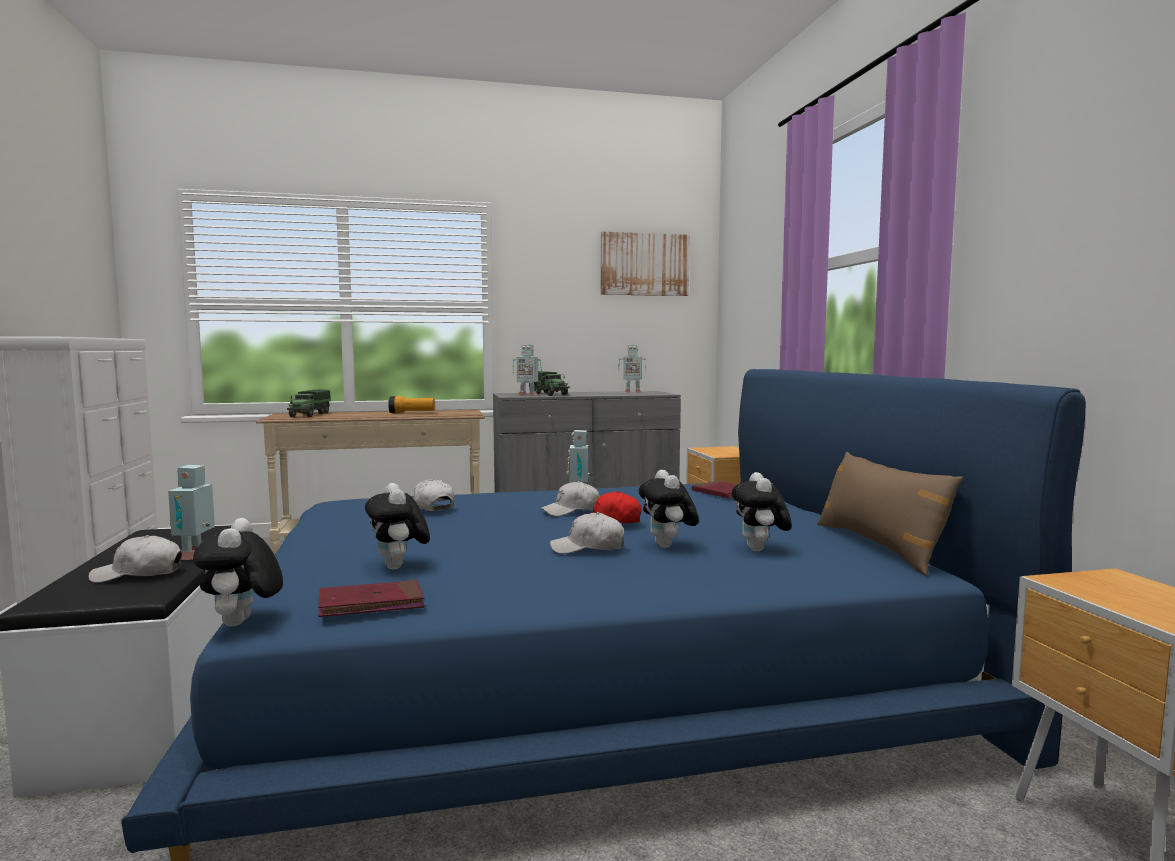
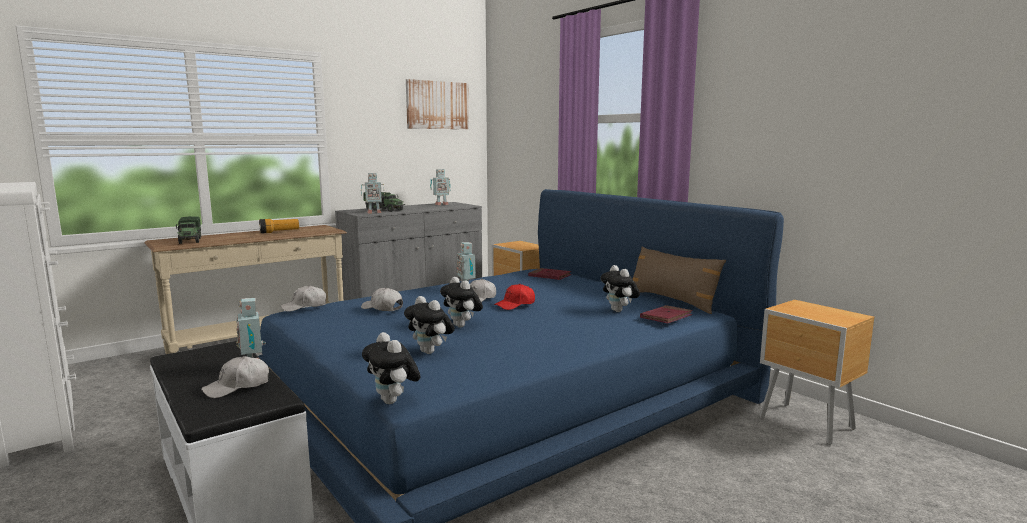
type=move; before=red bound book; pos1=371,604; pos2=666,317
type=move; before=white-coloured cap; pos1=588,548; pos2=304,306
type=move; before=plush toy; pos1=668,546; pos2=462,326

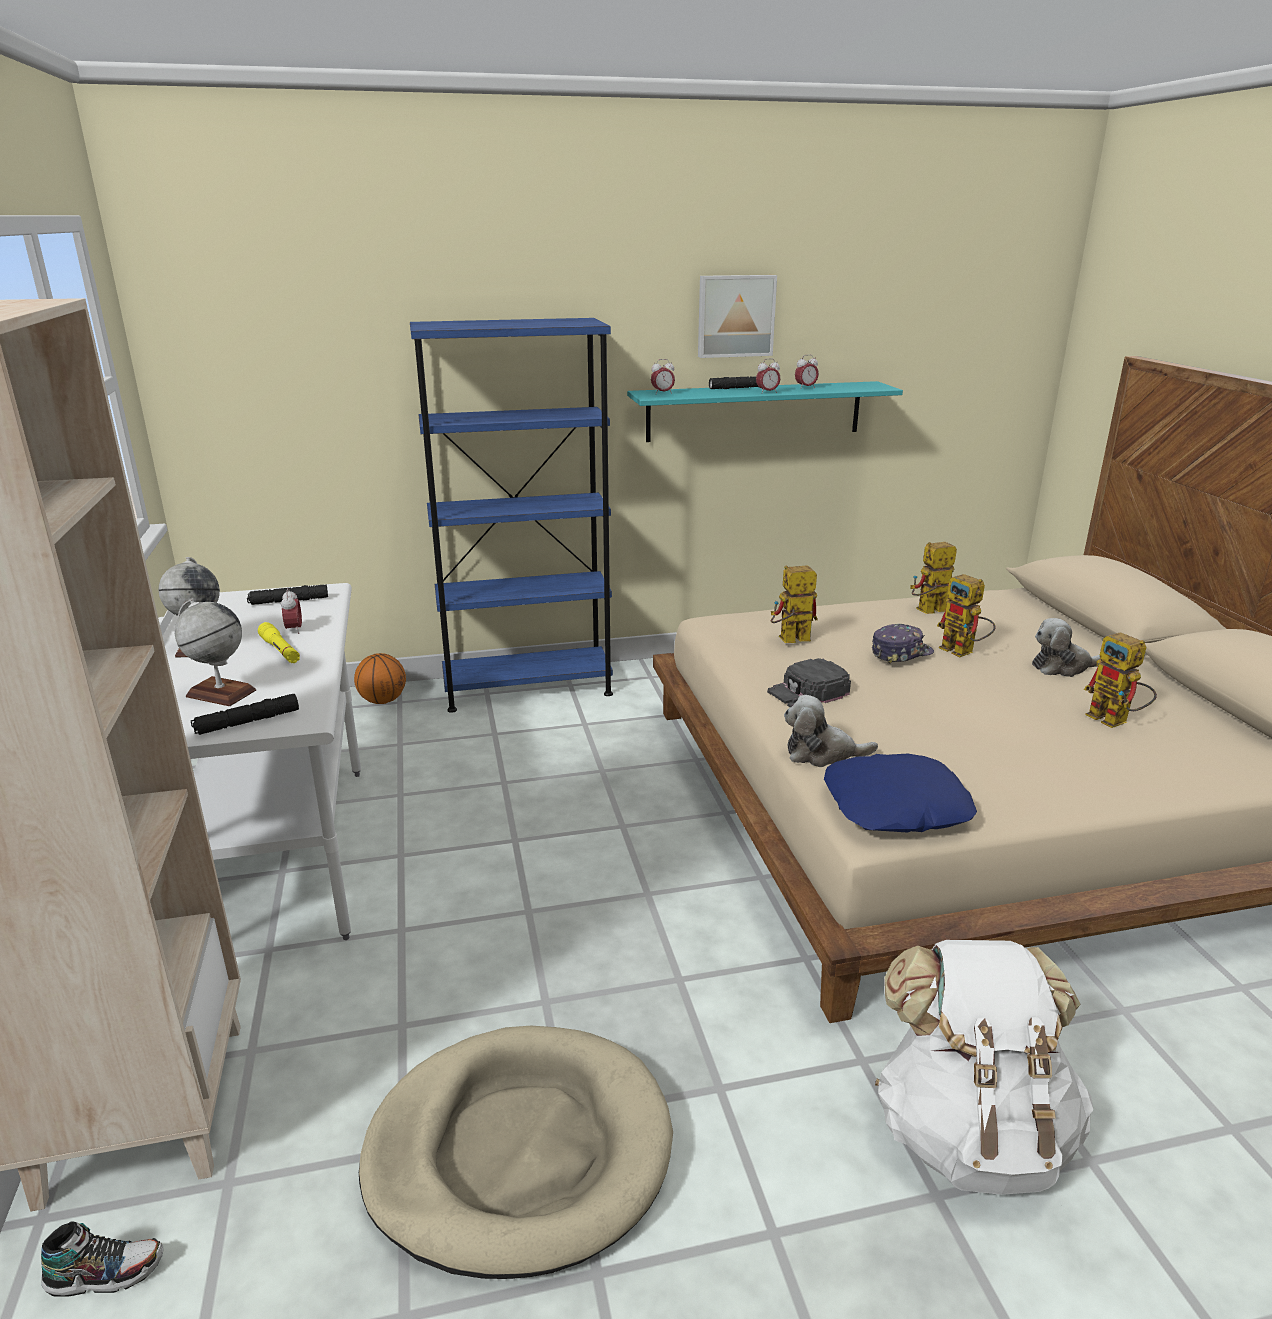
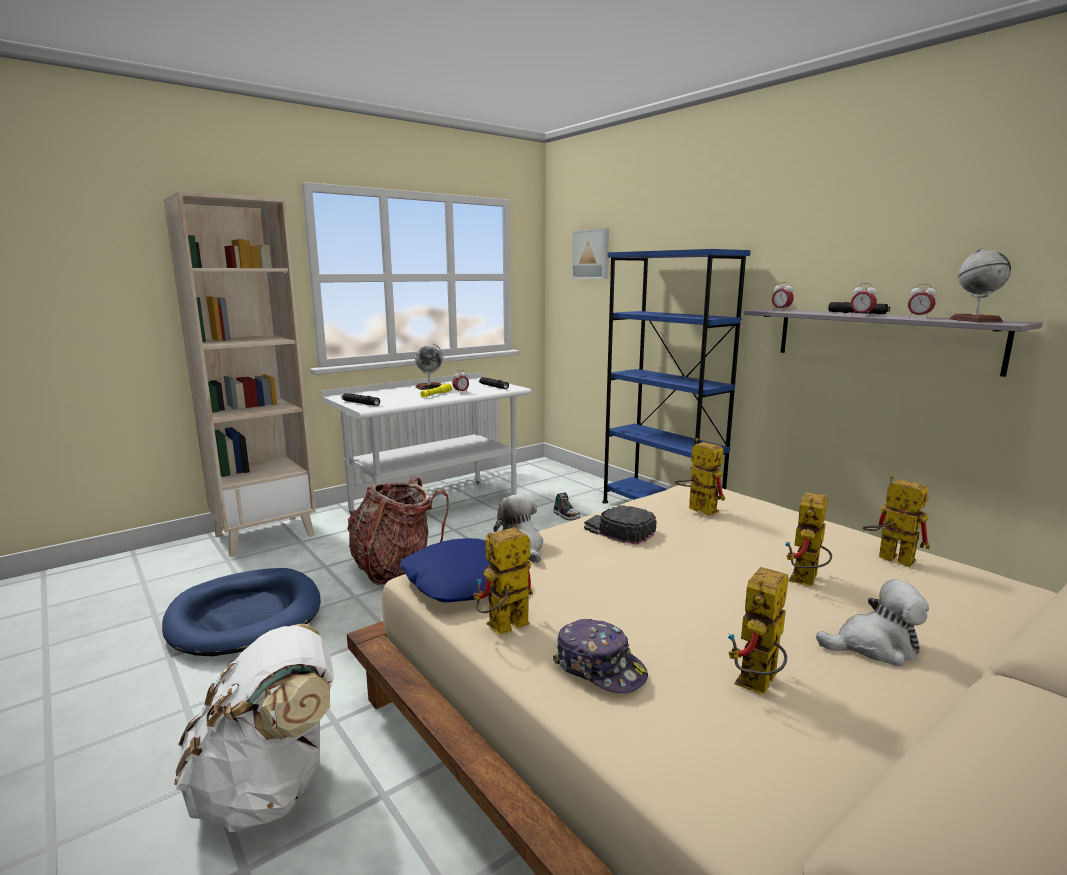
type=delete; before=ball for basketball; pos1=383,701
type=insert; after=backpack; pos2=395,568
type=insert; after=robot figure; pos2=502,629
type=move; before=item of footwear; pos1=106,1272; pos2=566,516
type=move; before=world globe; pos1=220,693; pos2=975,320
type=move; before=wall art; pos1=735,316; pos2=591,254
type=move; before=cap; pos1=900,653; pos2=600,668
type=recolor; before=beige dog bed; after=blue dog bed; pos1=519,1151; pos2=245,616
type=recolor; before=turquoise wall shelf; after=greyish wall shelf; pos1=754,411; pos2=882,338
type=rotate; before=plush toy; pos1=1062,667; pos2=874,646; turn=120

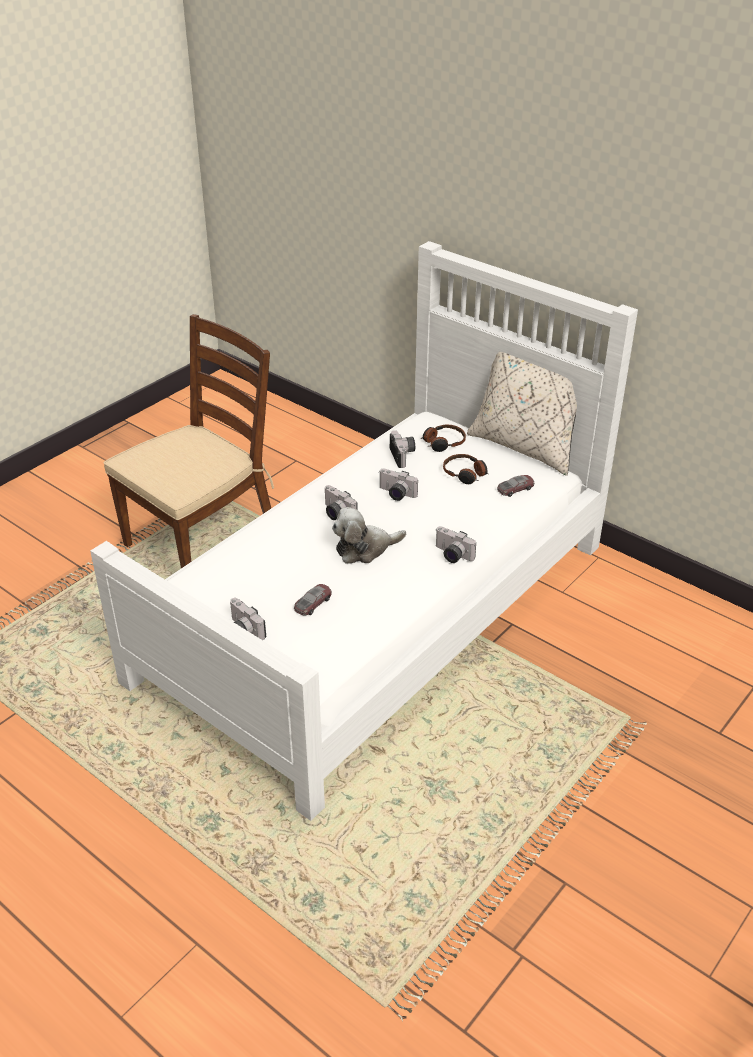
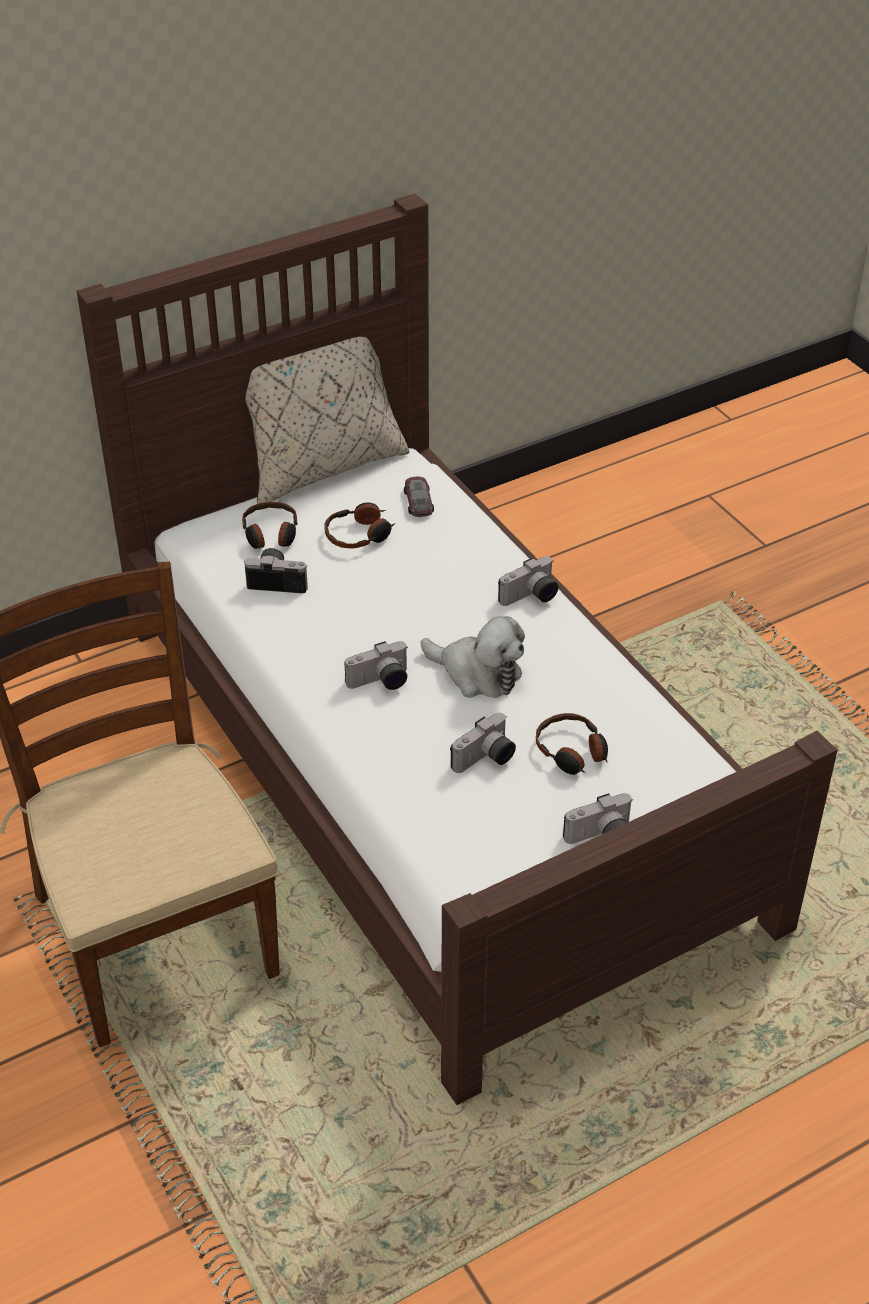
type=move; before=still camera; pos1=395,494; pos2=486,759
type=replace; before=toy car; after=pair of headphones; pos1=313,603; pos2=572,752
type=recolor; before=white-coloured bed; after=brown-coloured bed; pos1=378,610; pos2=433,764
type=rotate; before=plush toy; pos1=365,549; pos2=477,673; turn=-60

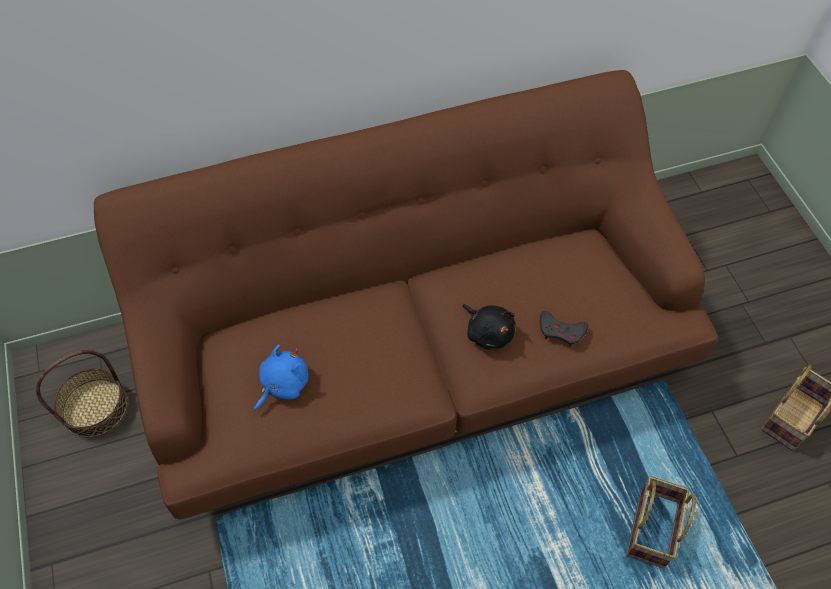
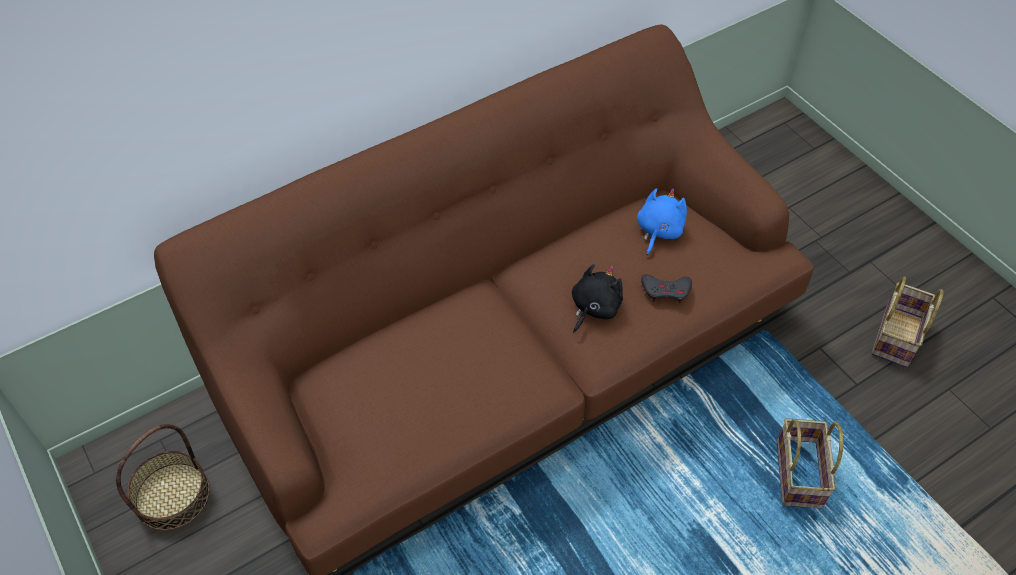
type=move; before=blue plush toy; pos1=282,384; pos2=658,231
type=rotate; before=blackish plush toy; pos1=488,332; pos2=594,308; turn=-90

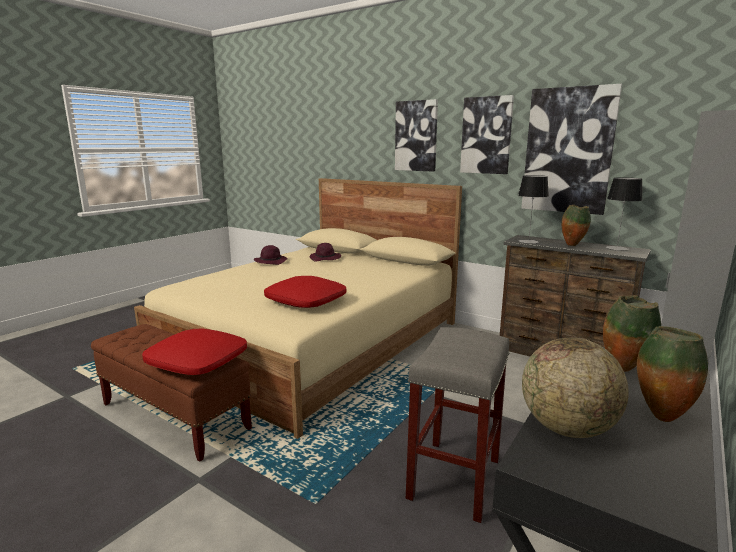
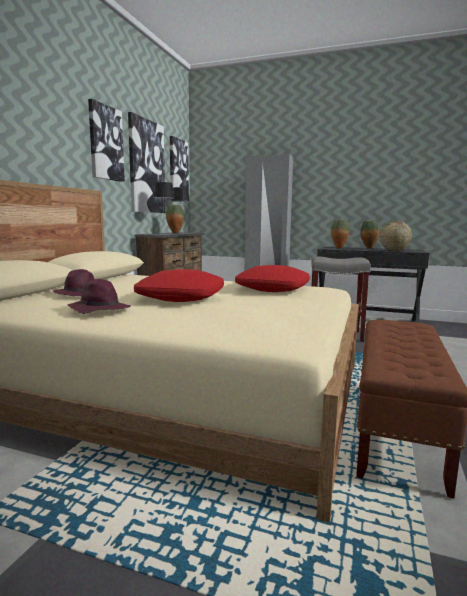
type=move; before=red cushion; pos1=198,361; pos2=181,297
type=move; before=wall art; pos1=416,136; pos2=178,166

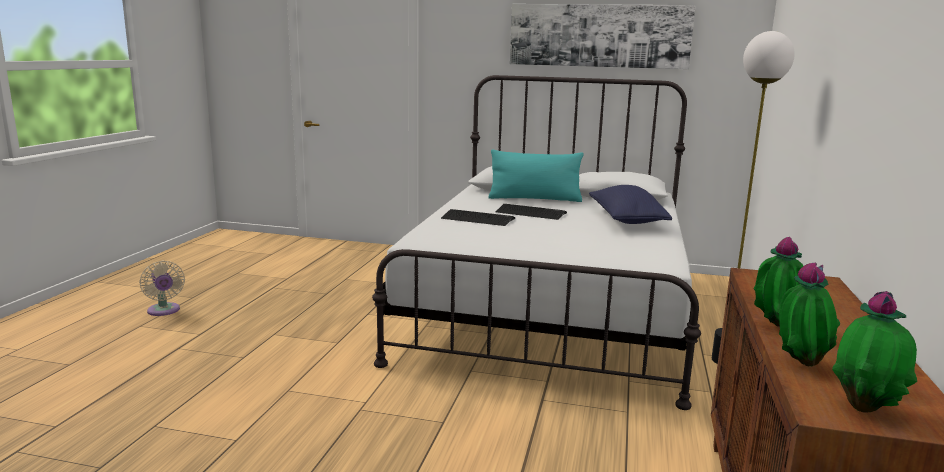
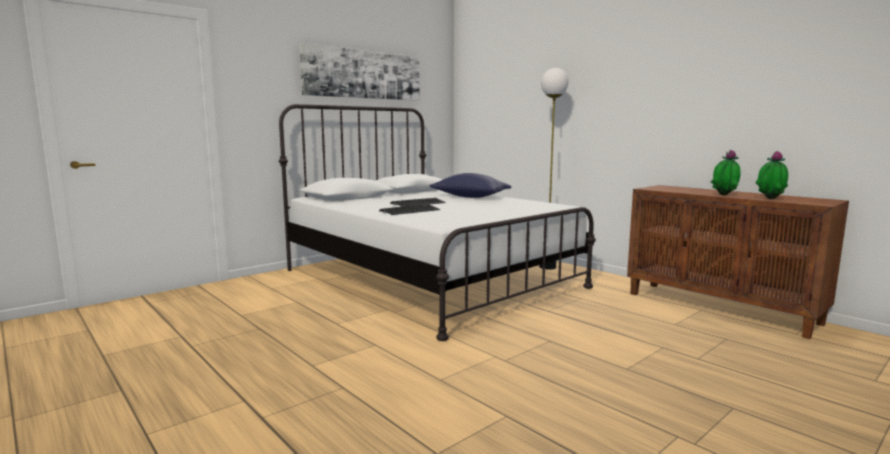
type=delete; before=beige fan; pos1=164,311
type=delete; before=turquoise cushion; pos1=534,199
type=delete; before=houseplant; pos1=865,408

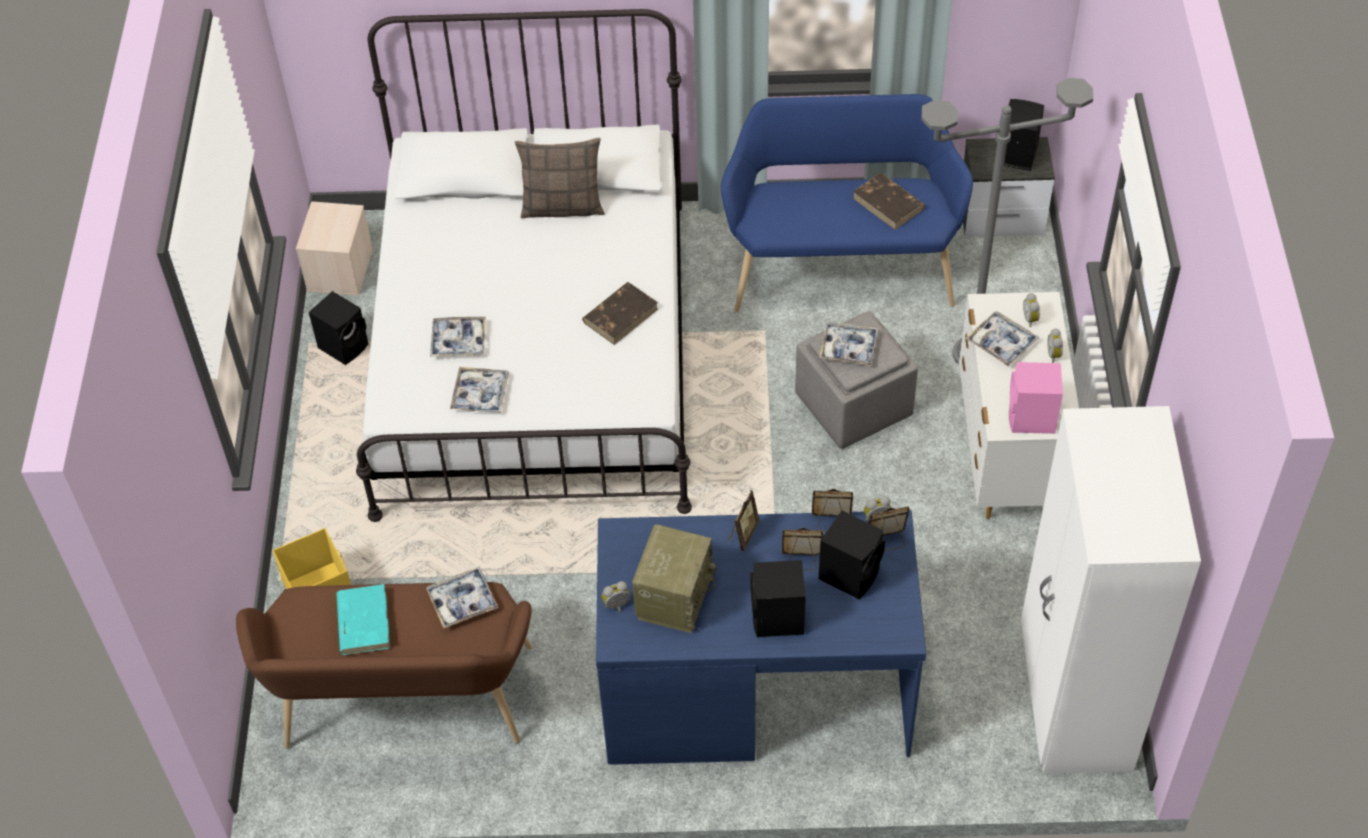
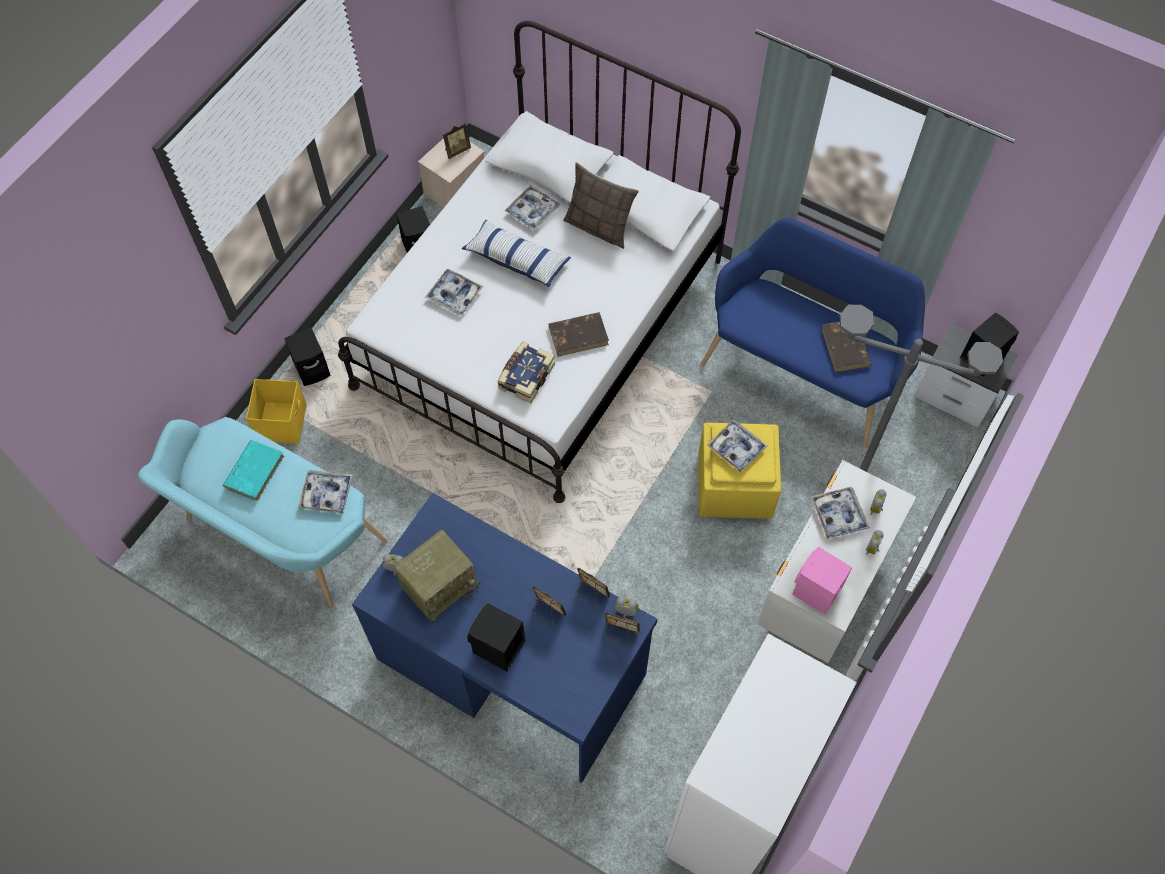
type=insert; after=cushion; pos2=517,260
type=insert; after=bound book; pos2=525,376
type=move; before=tray; pos1=480,394; pos2=532,211
type=move; before=standing frame; pos1=742,534; pos2=456,150
type=move; before=blackish loudspeaker; pos1=850,573; pos2=313,369
type=recolor; before=brown-coloured bench; after=turquoise bench; pos1=404,707; pos2=278,536
type=recolor; before=greyish footrest; after=yellowish footrest; pos1=855,405; pos2=735,487

